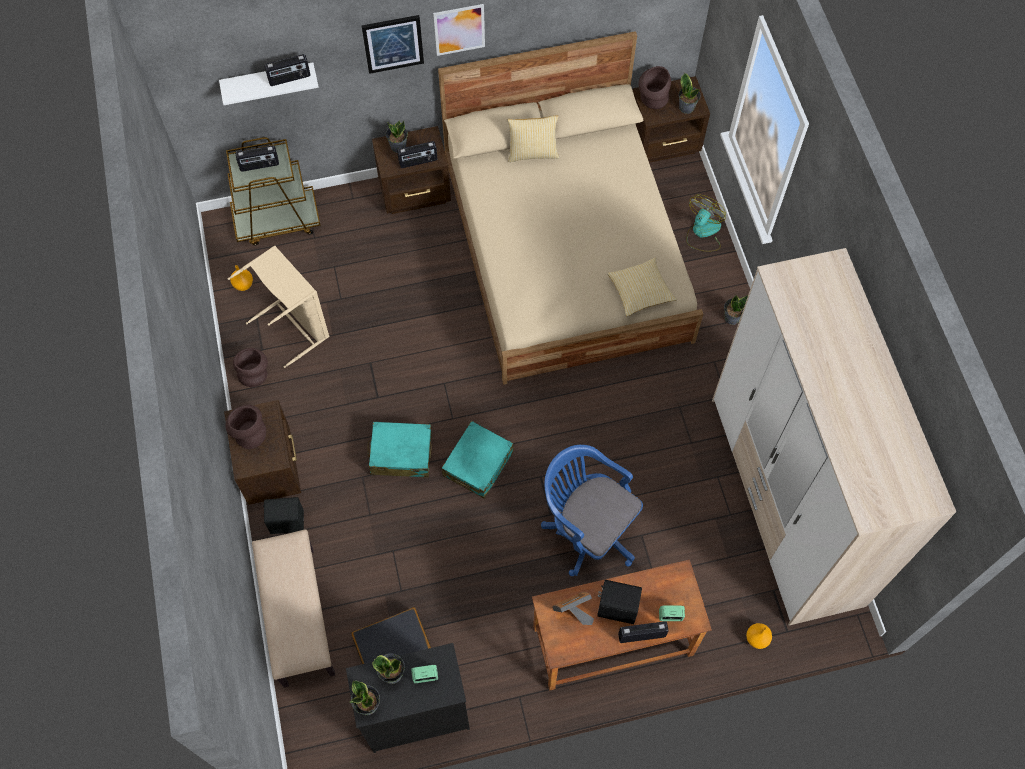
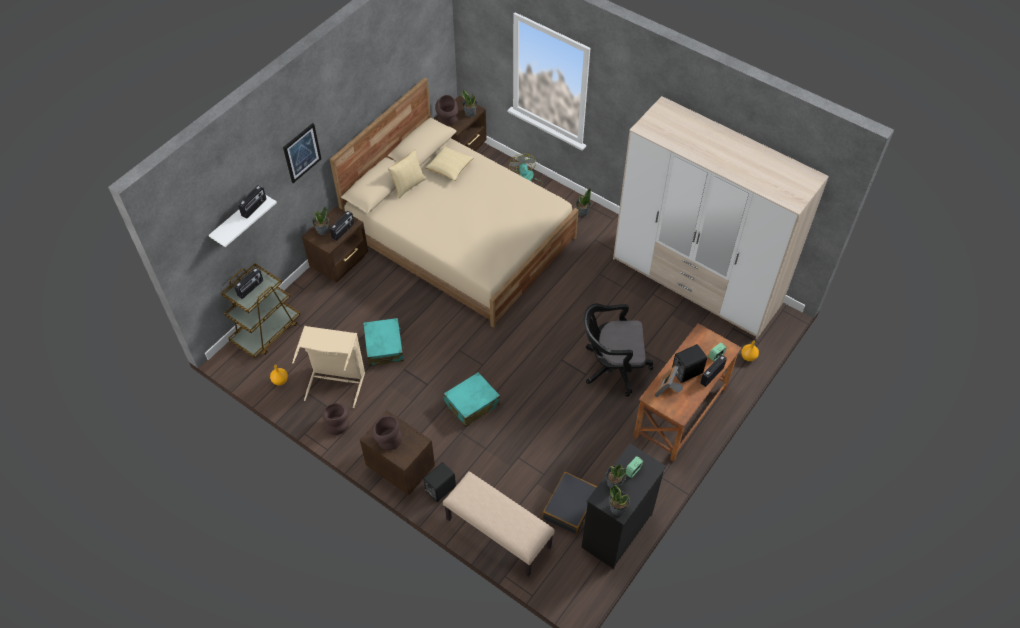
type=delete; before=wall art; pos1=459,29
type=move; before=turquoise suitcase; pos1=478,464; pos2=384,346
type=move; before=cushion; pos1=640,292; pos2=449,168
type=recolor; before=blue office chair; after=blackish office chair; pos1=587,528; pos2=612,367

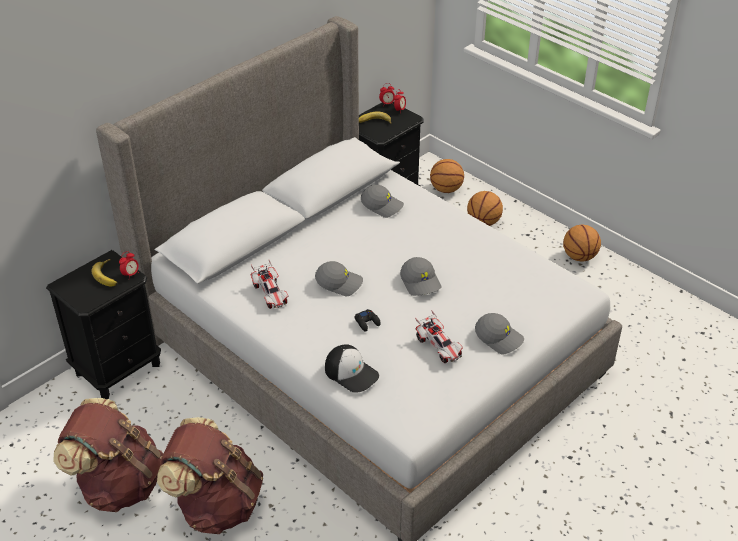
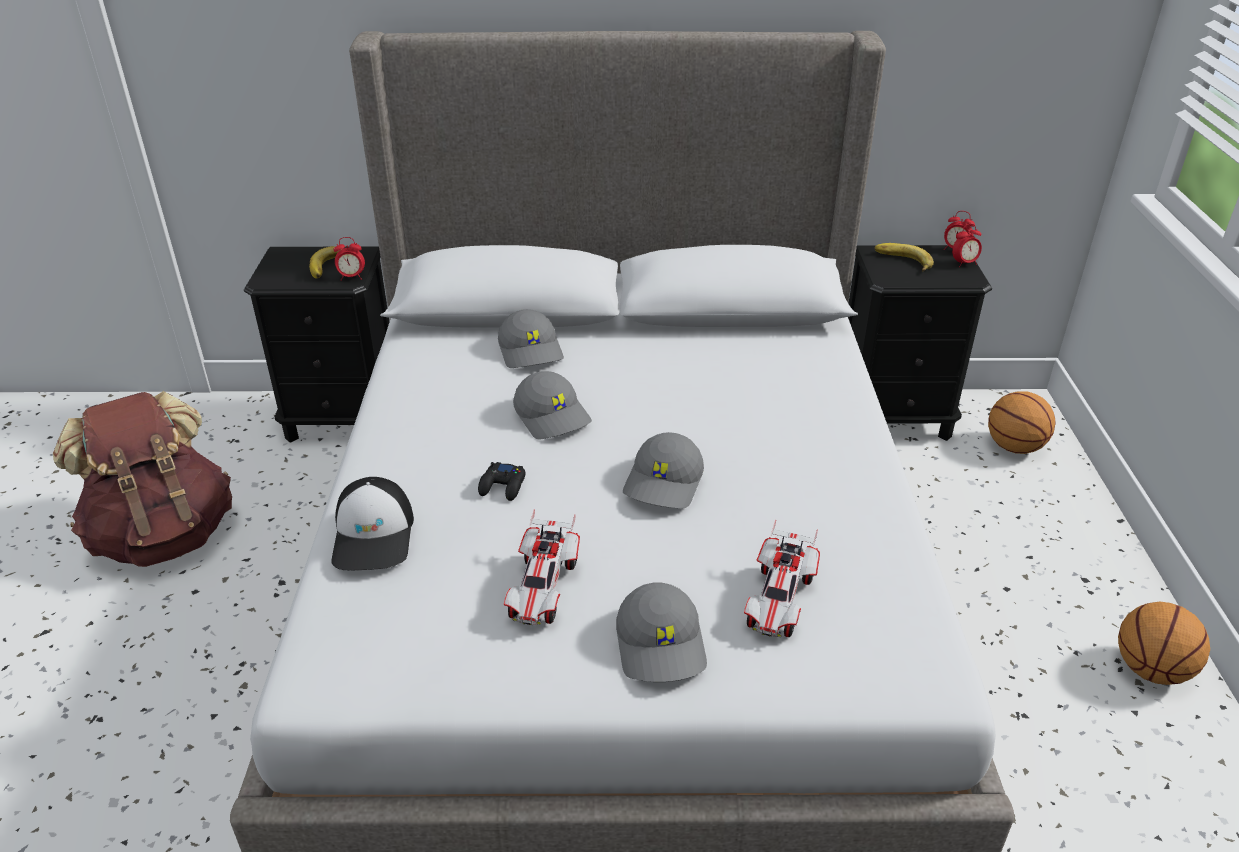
type=delete; before=brown-coloured backpack; pos1=216,504
type=delete; before=ball for basketball; pos1=483,222
type=move; before=toy car; pos1=270,294; pos2=779,600
type=move; before=greyish cap; pos1=382,205; pos2=531,351

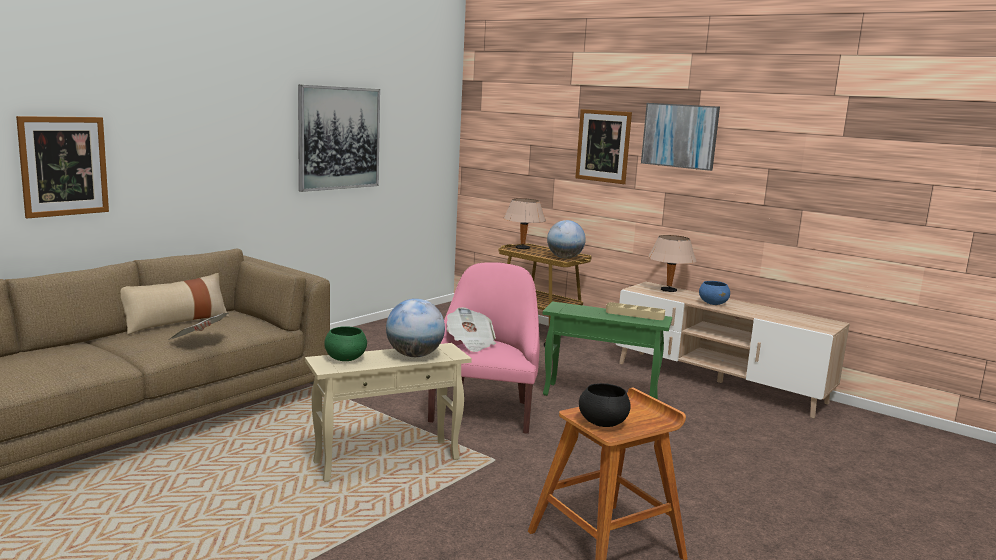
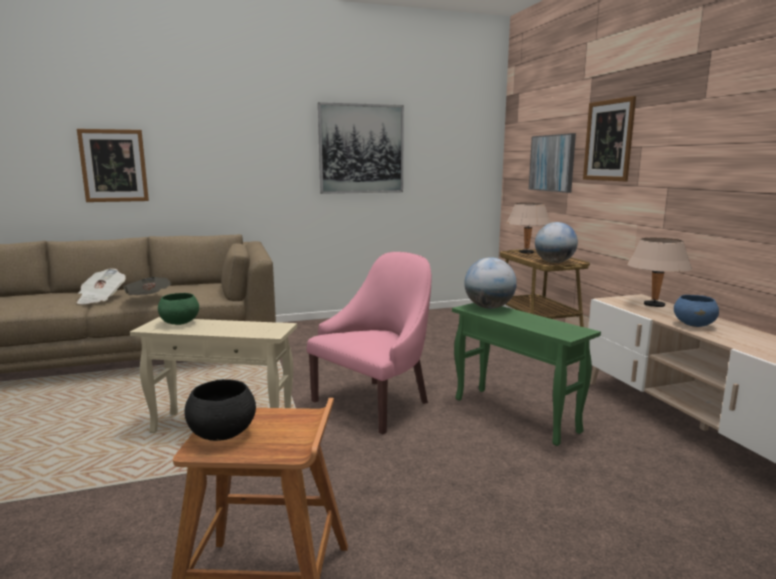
type=delete; before=beige cushion; pos1=176,322
type=delete; before=beige tray; pos1=634,314
type=move; before=world globe; pos1=414,355; pos2=489,307
type=move; before=printed paper; pos1=470,343; pos2=101,298
type=move; before=wall art; pos1=680,136; pos2=552,163

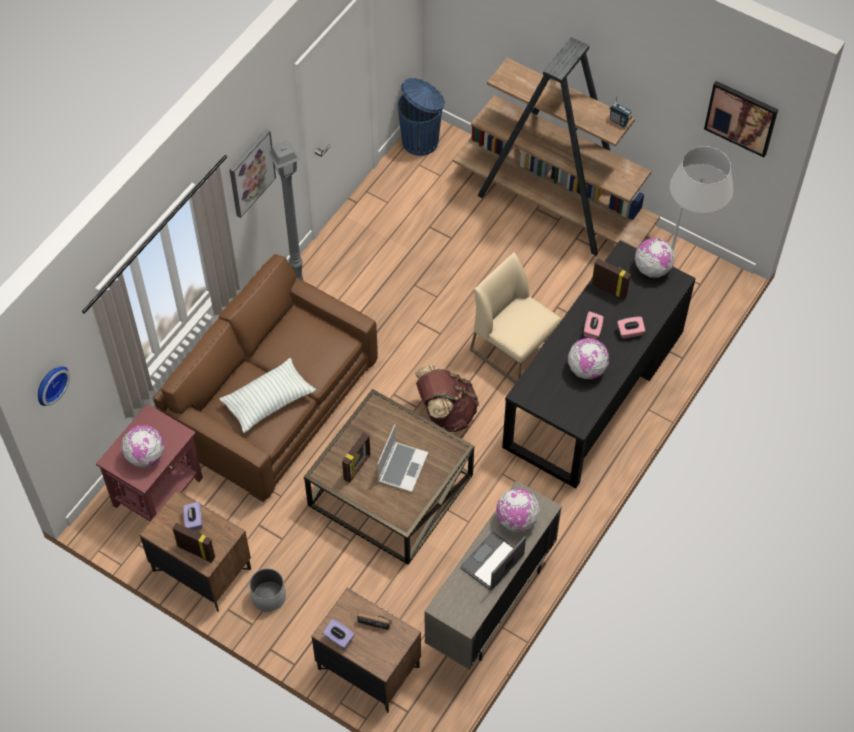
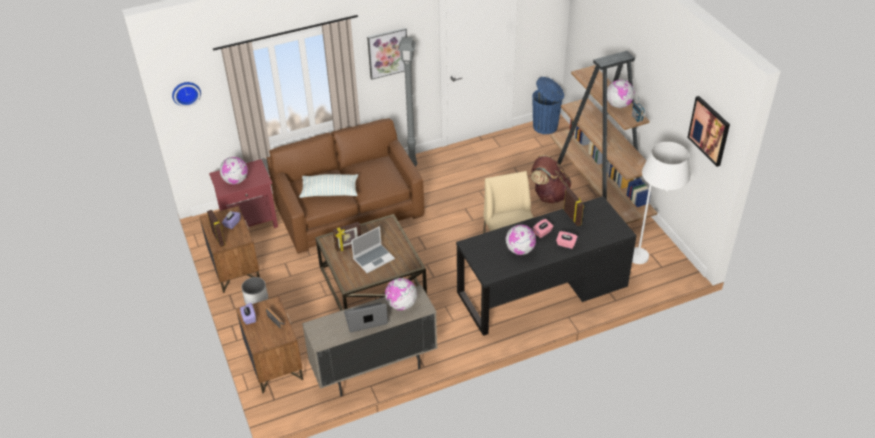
type=move; before=brown-coloured backpack; pos1=446,412; pos2=549,195
type=move; before=world globe; pos1=652,269; pos2=618,105

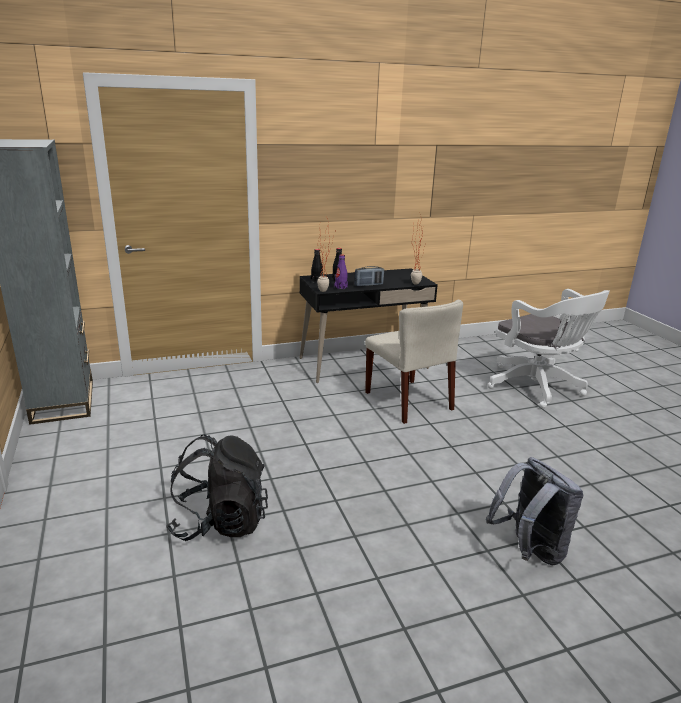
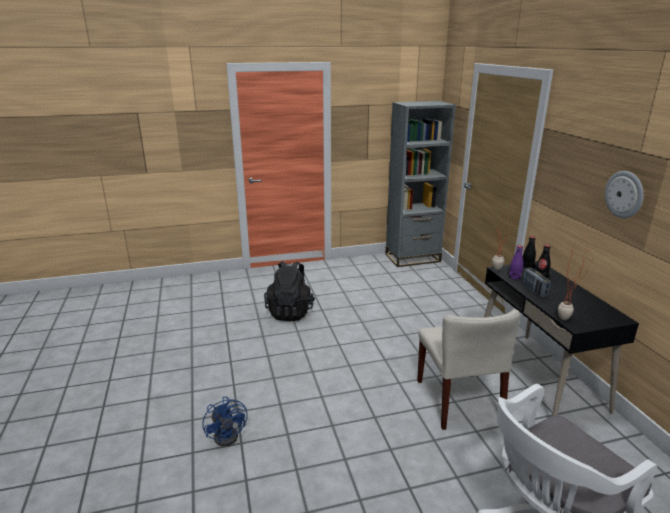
type=insert; after=hanging clock; pos2=624,194
type=replace; before=greyish backpack; after=blue fan; pos1=529,550; pos2=229,434
type=rotate; before=beige chair; pos1=409,401; pos2=459,400; turn=-75

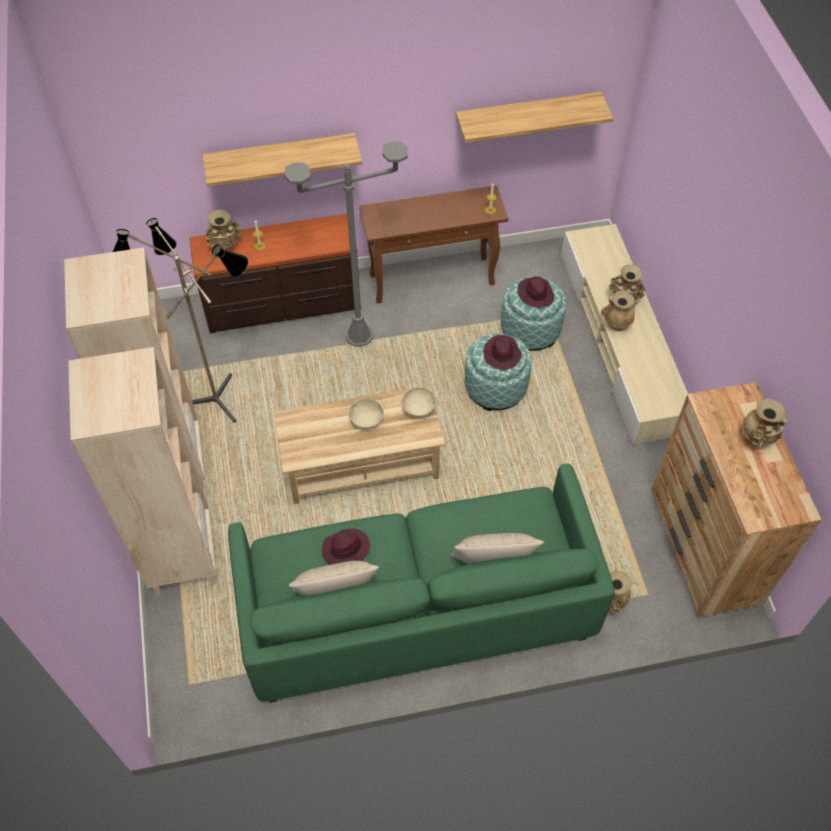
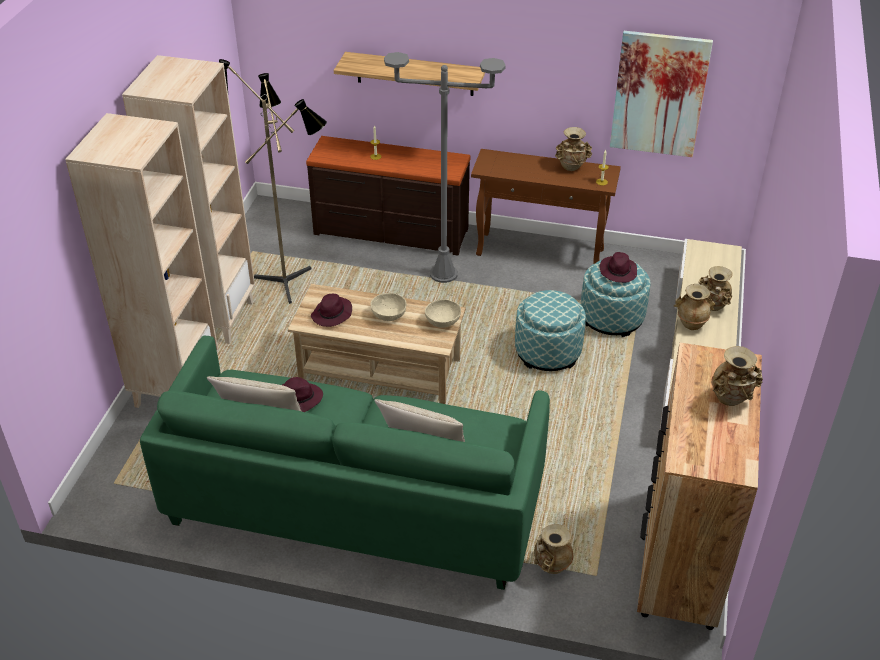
type=move; before=beige flower vase; pos1=225,247; pos2=571,168
type=move; before=purple hat; pos1=502,354; pos2=332,315
type=replace; before=wall shelf; after=wall art; pos1=527,114; pos2=659,94

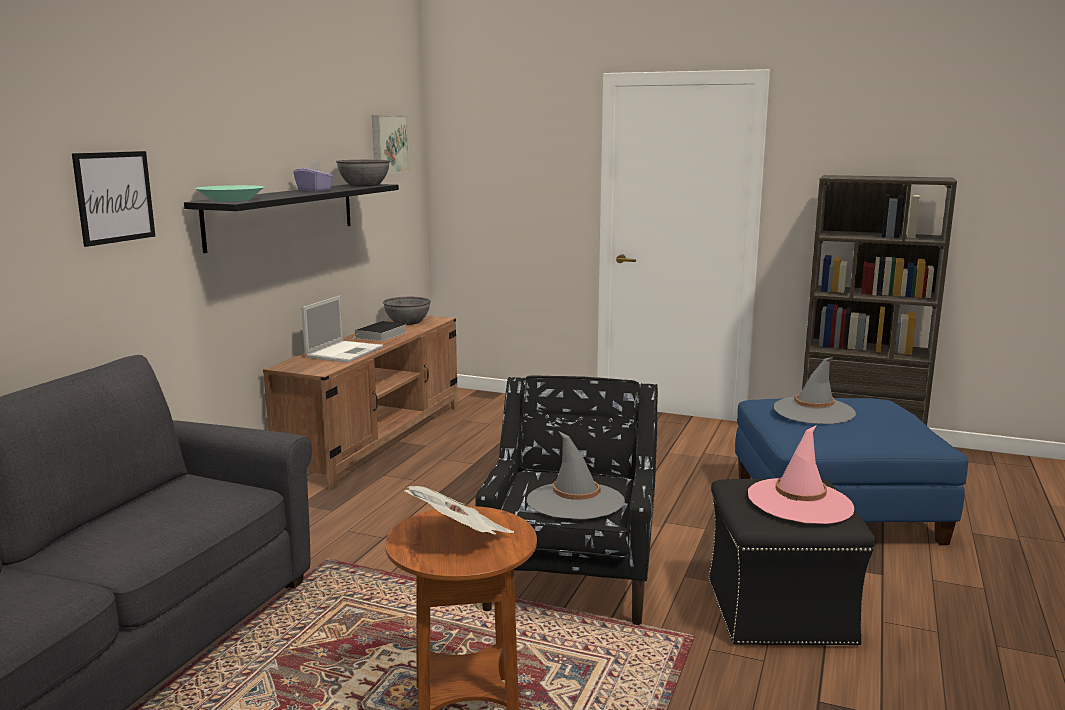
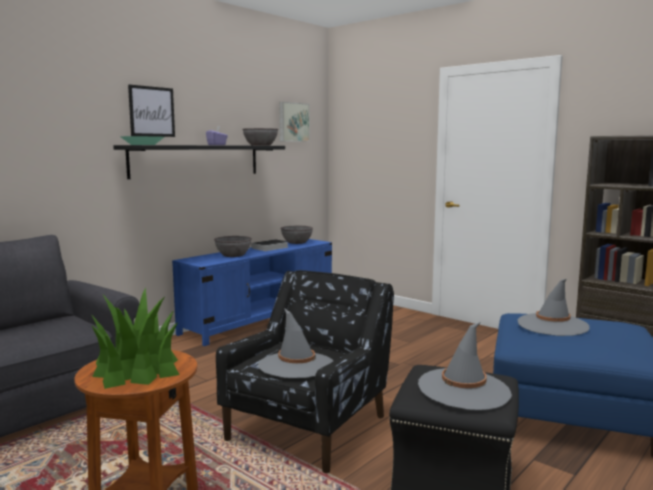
type=move; before=wall art; pos1=114,197; pos2=152,111
type=replace; before=notebook computer; after=greyish bowl; pos1=345,352; pos2=233,255
type=replace; before=printed paper; after=houseplant; pos1=460,537; pos2=137,368
type=recolor; before=brown-coloured media console; after=blue media console; pos1=376,439; pos2=261,319
type=recolor; before=pink-coloured hat; after=greyish hat; pos1=800,502; pos2=463,389

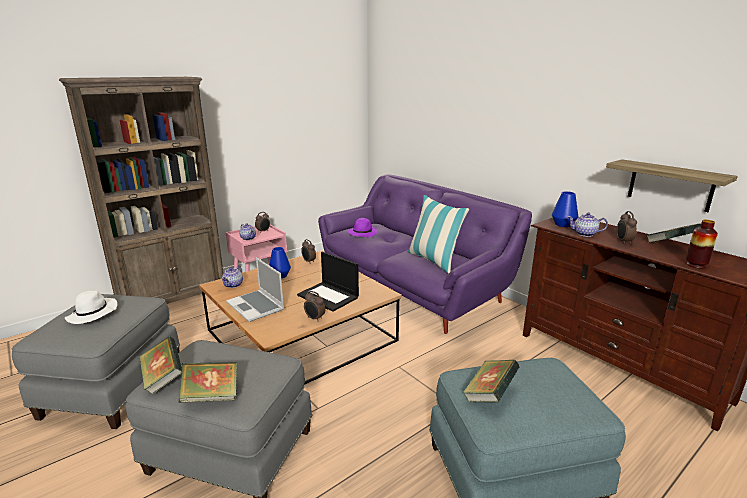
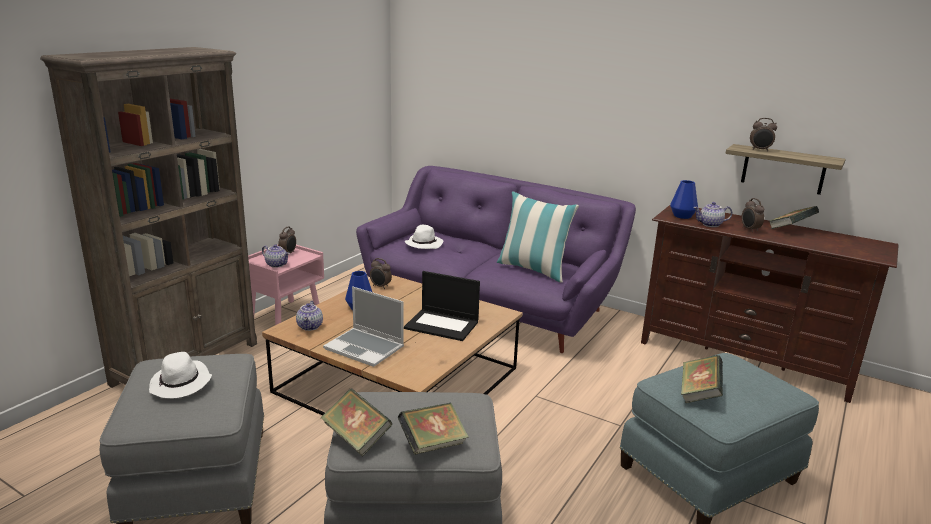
type=delete; before=flower vase; pos1=696,265
type=move; before=alarm clock; pos1=314,318; pos2=760,150
type=recolor; before=purple hat; after=white-coloured hat; pos1=363,233; pos2=424,244

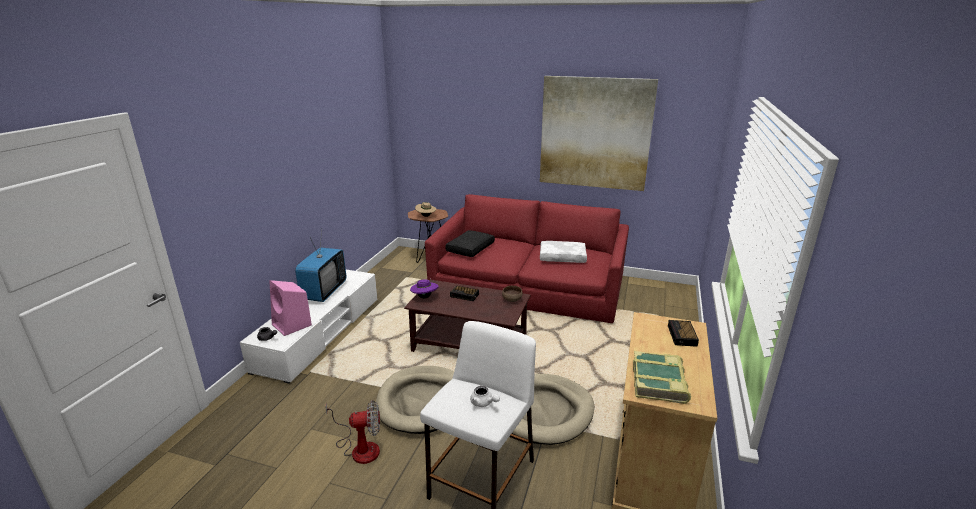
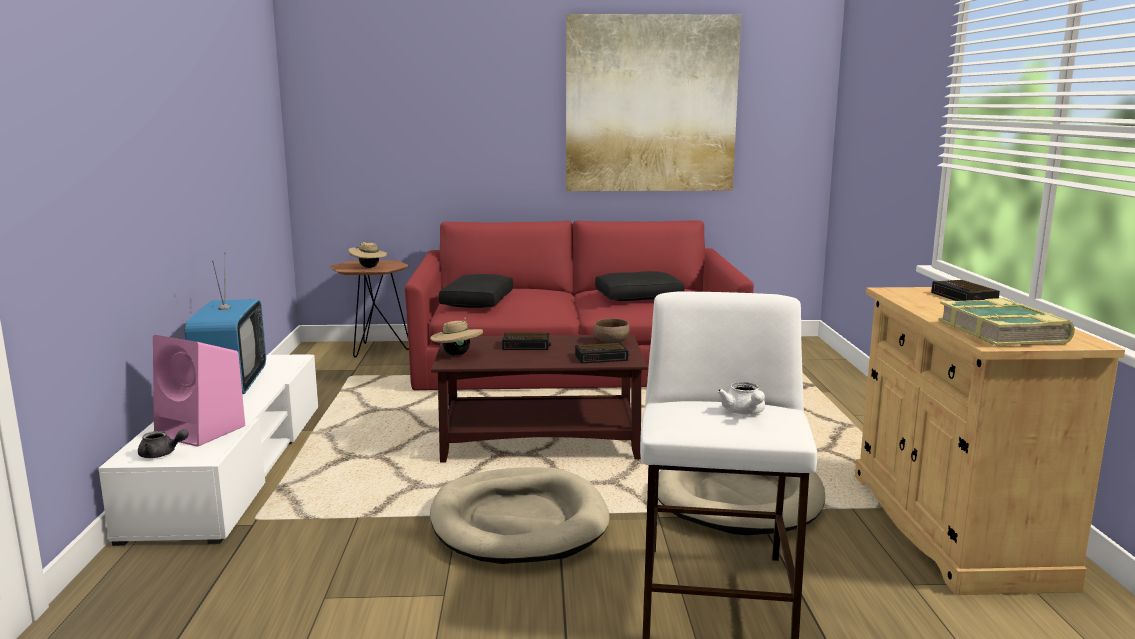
type=delete; before=fan; pos1=359,448
type=insert; after=alarm clock; pos2=602,357
type=recolor; before=purple hat; after=beige hat; pos1=425,297; pos2=457,354
type=recolor; before=white-coloured cushion; after=blackish cushion; pos1=563,257; pos2=638,296
type=rotate; before=white-coloured teapot; pos1=483,403; pos2=744,412; turn=60

